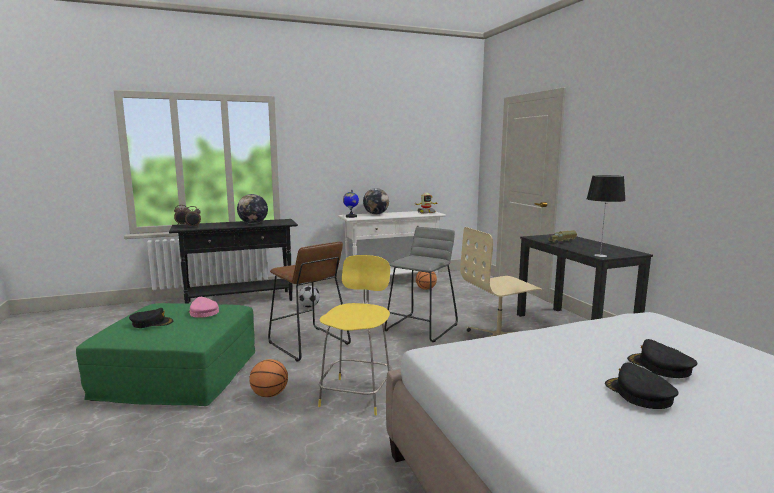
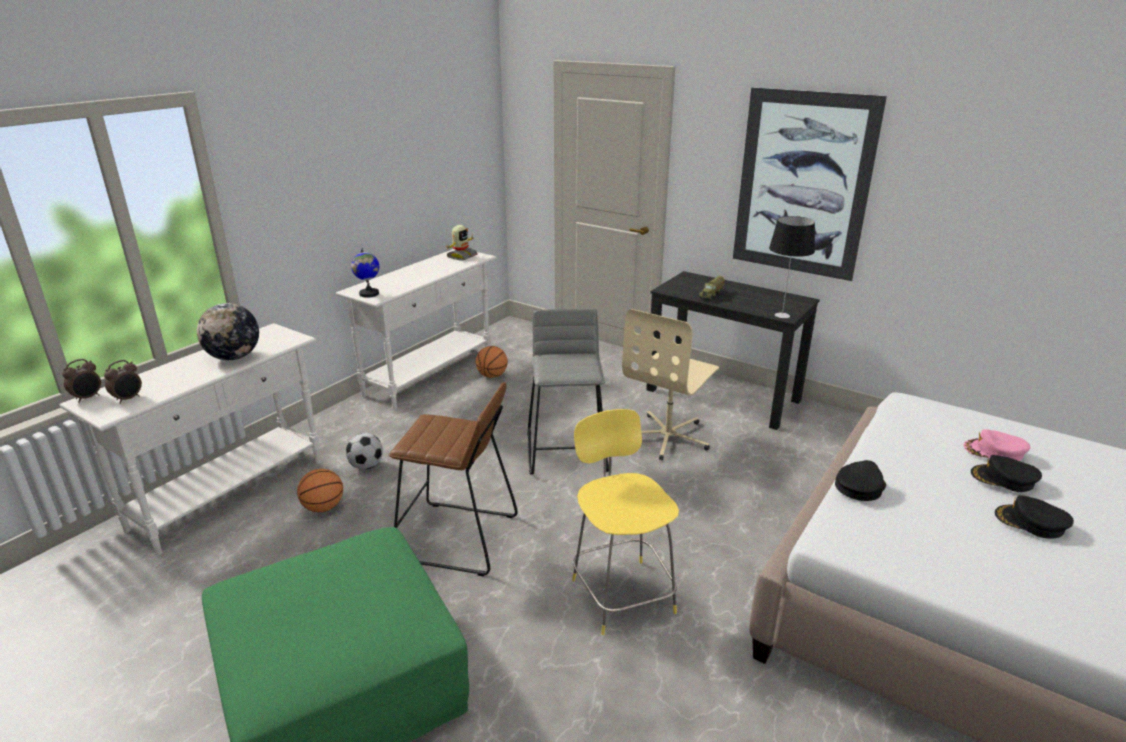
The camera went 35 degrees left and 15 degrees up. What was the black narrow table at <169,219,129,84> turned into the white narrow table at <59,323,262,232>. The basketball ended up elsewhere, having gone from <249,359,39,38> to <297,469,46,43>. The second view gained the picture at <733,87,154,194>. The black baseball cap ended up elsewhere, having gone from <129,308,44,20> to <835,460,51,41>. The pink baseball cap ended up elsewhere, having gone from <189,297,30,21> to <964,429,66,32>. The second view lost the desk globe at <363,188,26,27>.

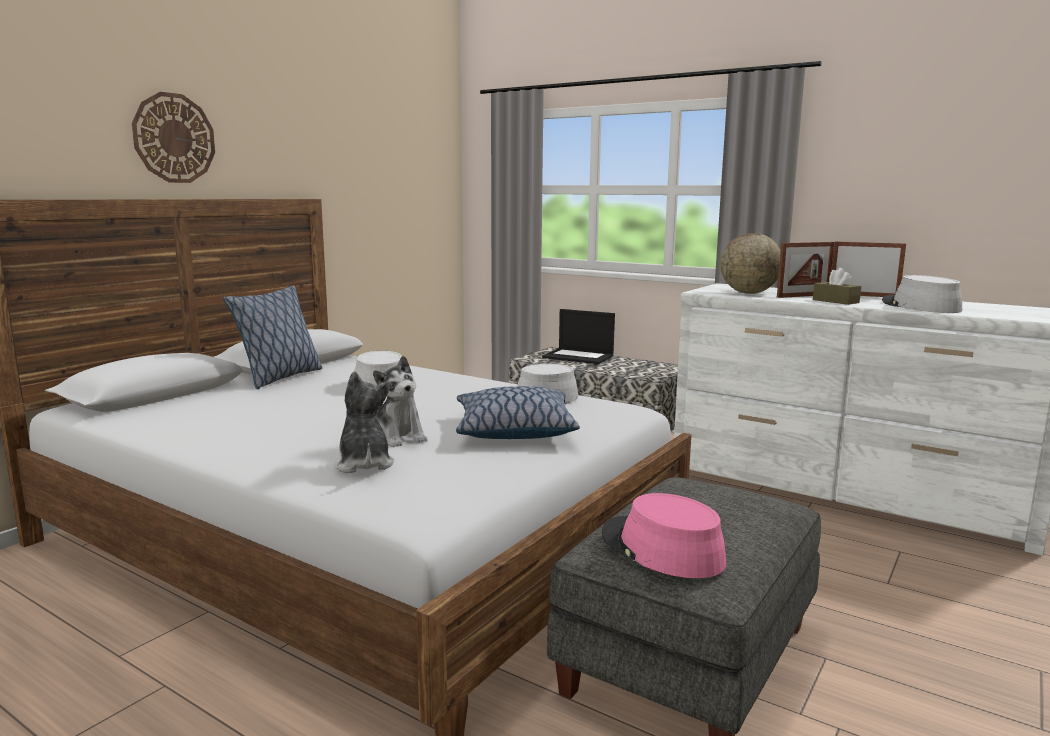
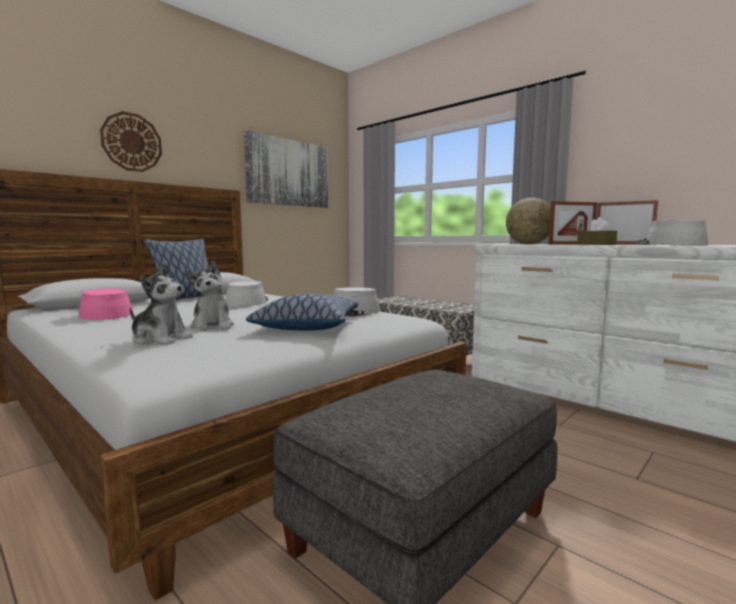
The camera went 10 degrees right and 5 degrees down. The pink clothing hat ended up elsewhere, having gone from <602,493,125,85> to <78,288,55,32>. The plush toy at <334,371,60,102> ended up facing another way, 120 degrees clockwise from before. The second view gained the picture at <244,131,84,77>. The second view lost the notebook computer at <542,309,73,55>.

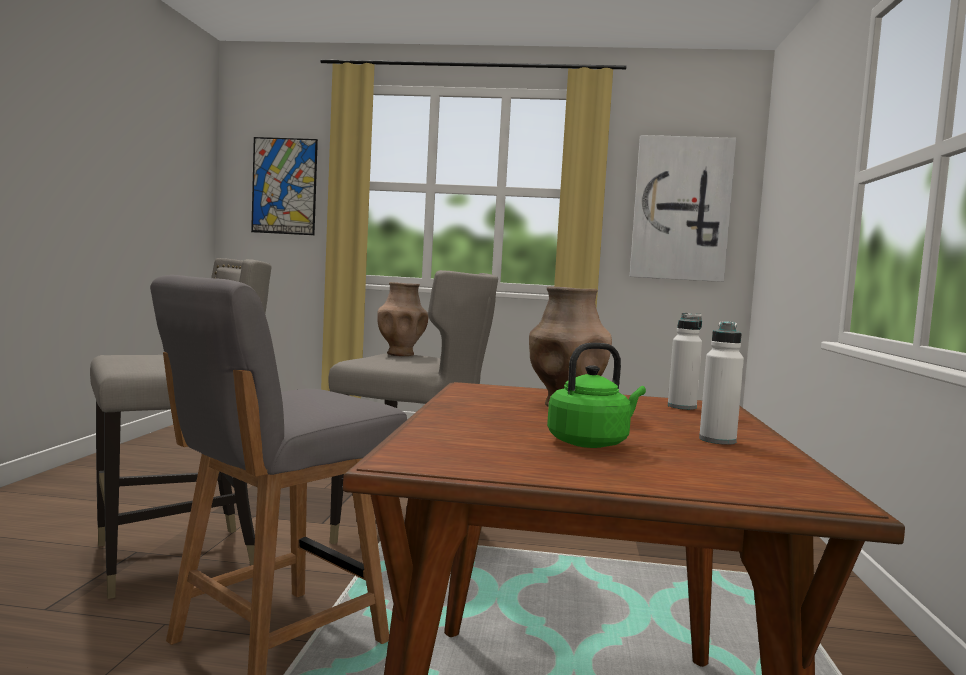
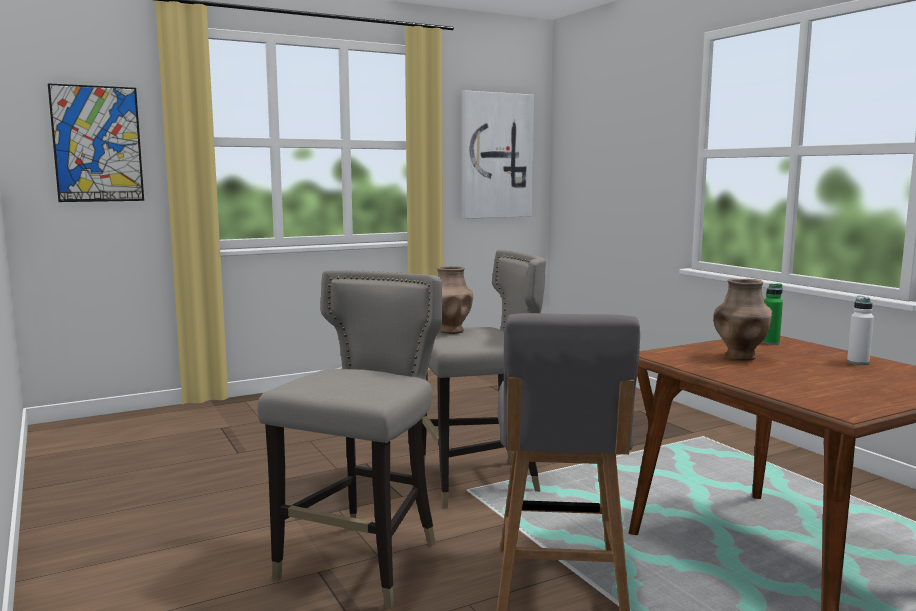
The camera went 35 degrees left and 5 degrees up. What was the white bottle at <668,313,34,97> turned into the green-coloured bottle at <761,283,22,62>. The second view lost the green-coloured water kettle at <547,343,99,105>.

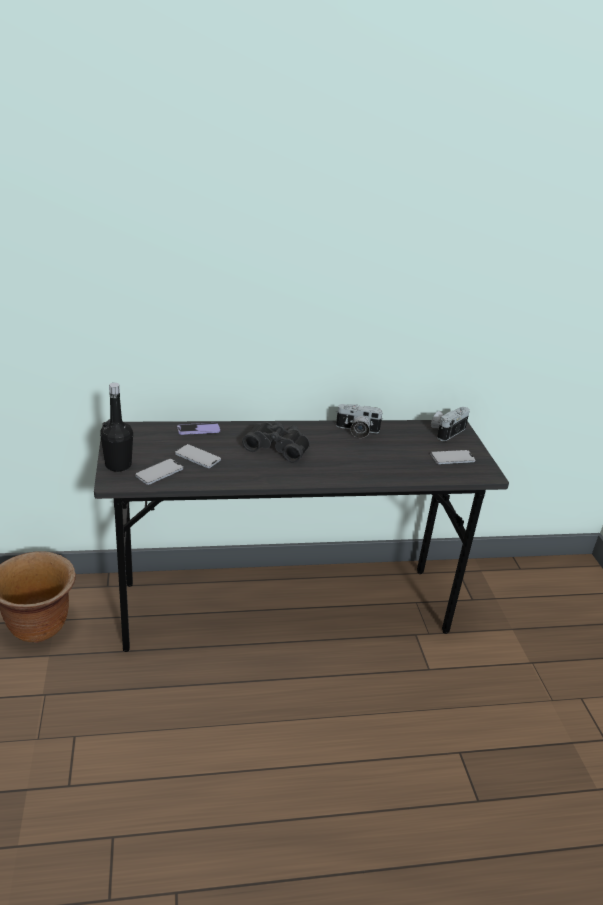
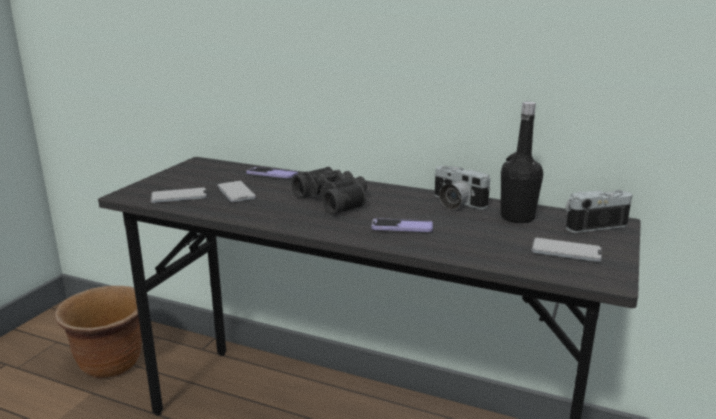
The camera went 35 degrees right and 10 degrees down. The second view gained the handset at <372,218,61,14>. The black bottle ended up elsewhere, having gone from <100,383,33,89> to <501,102,42,121>.

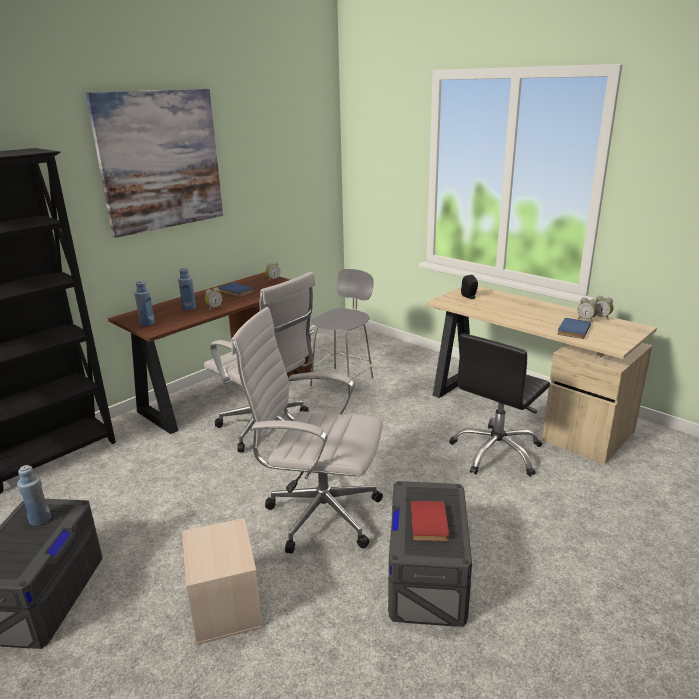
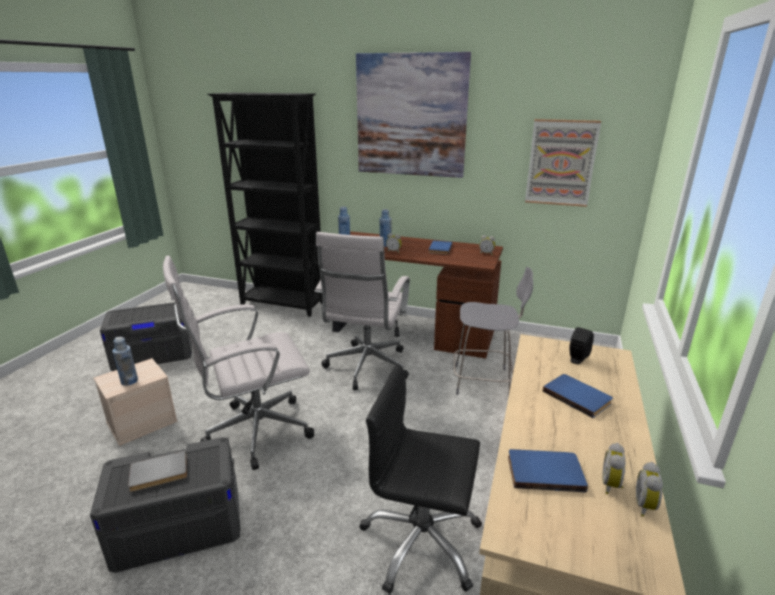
The camera went 65 degrees right and 0 degrees up. The blue bottle ended up elsewhere, having gone from <17,465,34,61> to <112,337,26,49>. What was the reddish volume at <411,501,38,40> turned into the grey volume at <128,451,59,41>. The white computer chair at <231,307,152,247> ended up facing another way, 105 degrees counterclockwise from before. The second view gained the picture at <525,119,76,88>. The second view gained the blue volume at <543,374,70,44>.

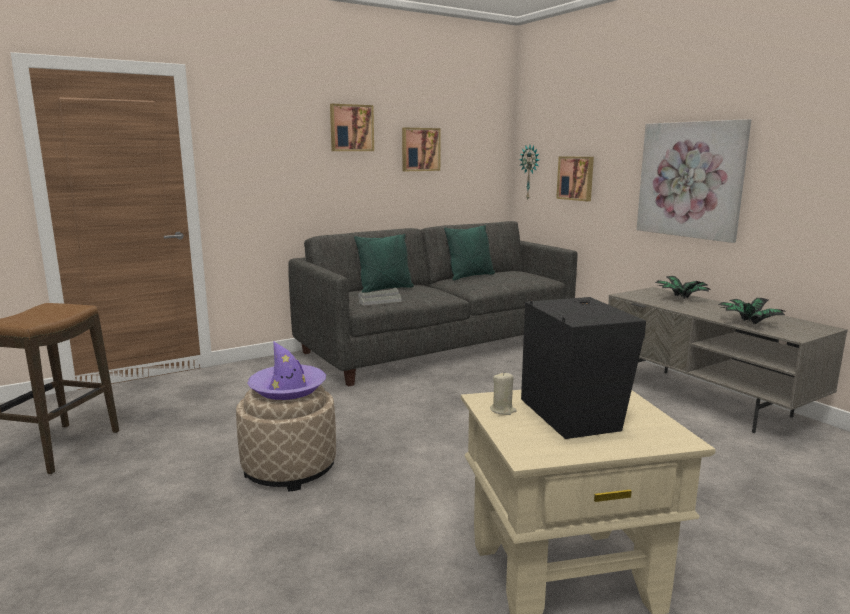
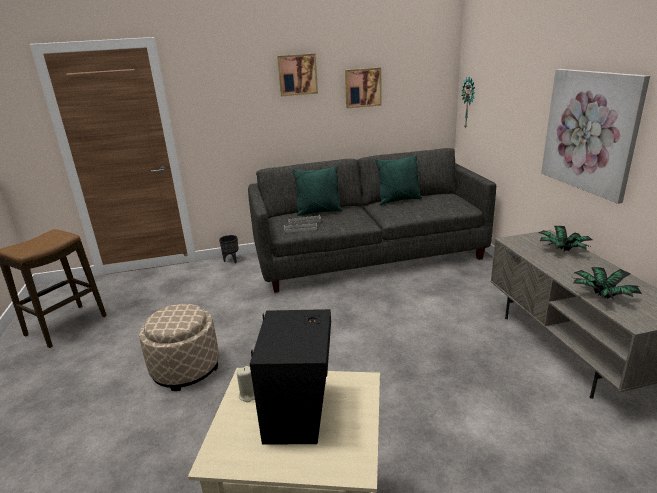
The camera went 20 degrees right and 10 degrees up. The second view gained the black plant pot at <219,235,20,28>. The second view lost the purple clothing hat at <247,341,79,59>. The second view lost the picture at <556,156,38,45>.

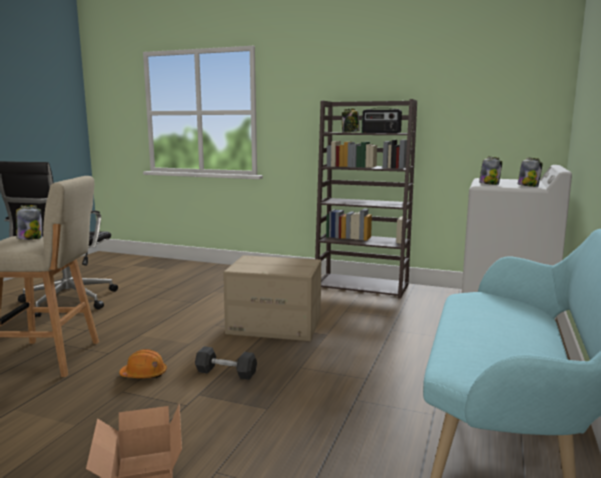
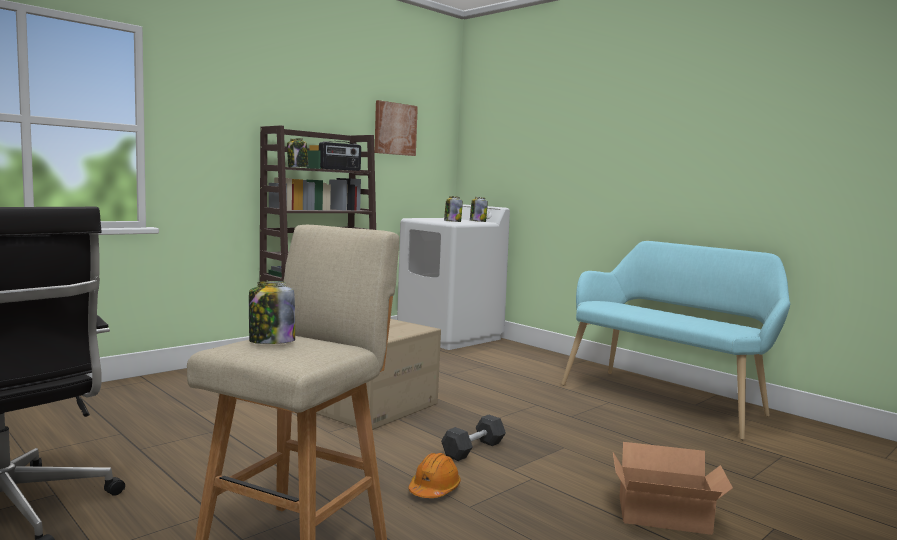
The camera went 65 degrees left and 5 degrees down. The second view gained the picture at <374,100,44,56>.

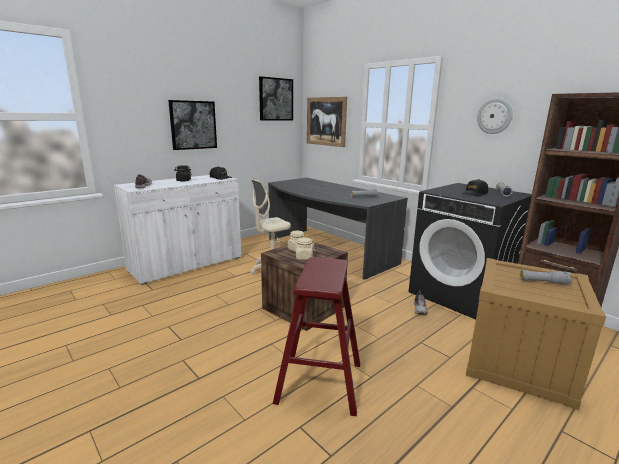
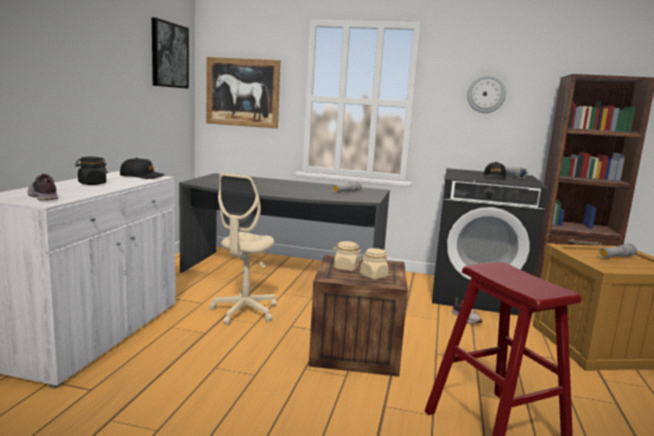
The camera went 35 degrees left and 5 degrees down. The second view lost the picture at <168,100,49,50>.

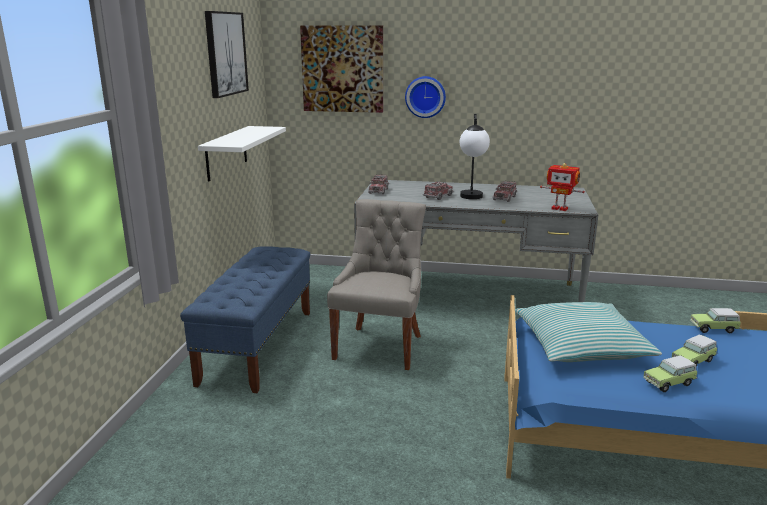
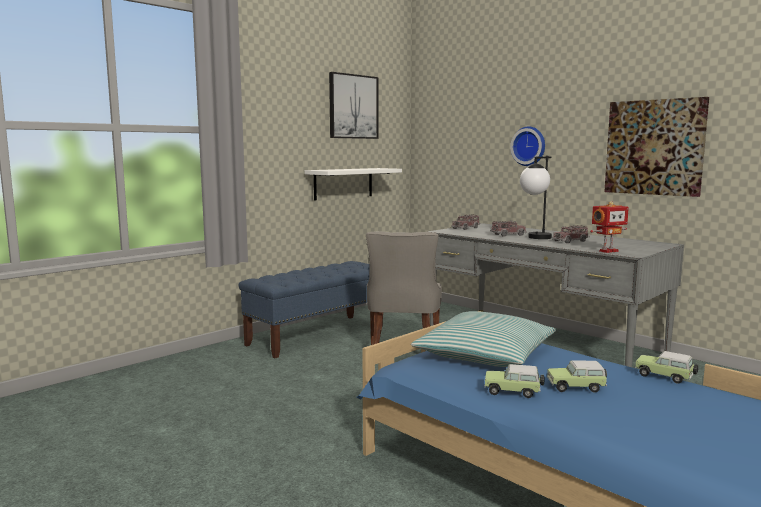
The camera went 35 degrees right and 10 degrees down. The grey plain chair at <327,199,99,171> ended up facing another way, 135 degrees clockwise from before. The toy robot at <540,163,45,48> ended up facing another way, 90 degrees counterclockwise from before. The picture ended up elsewhere, having gone from <300,25,83,88> to <604,97,105,100>.

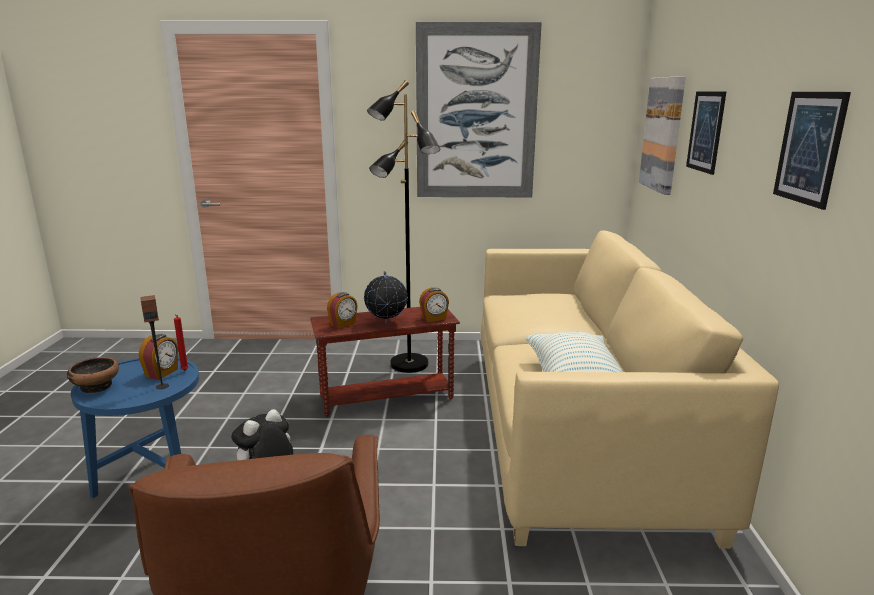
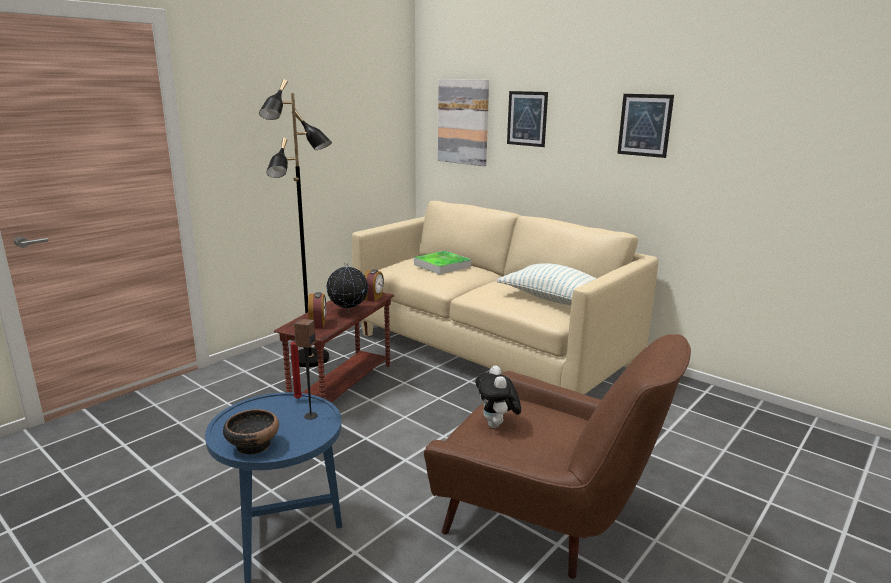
The camera went 50 degrees left and 0 degrees up. The second view gained the serving tray at <414,251,57,24>. The second view lost the table clock at <139,334,39,46>. The second view lost the picture at <416,22,126,175>.

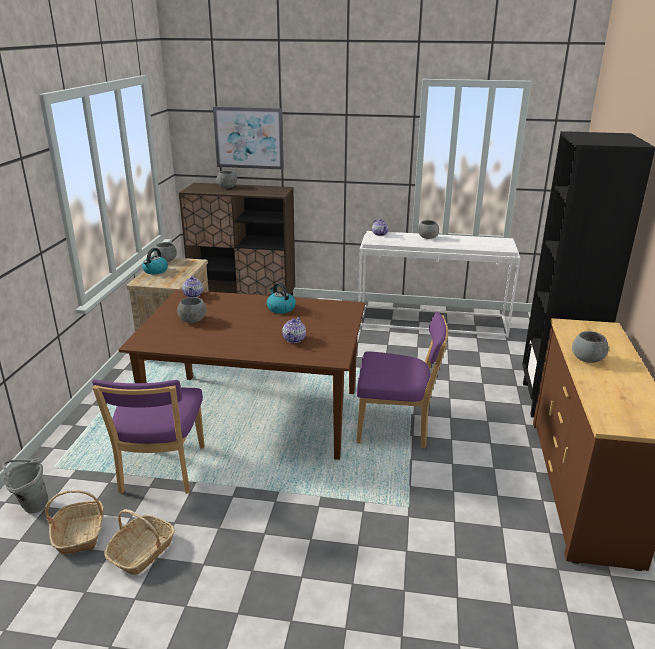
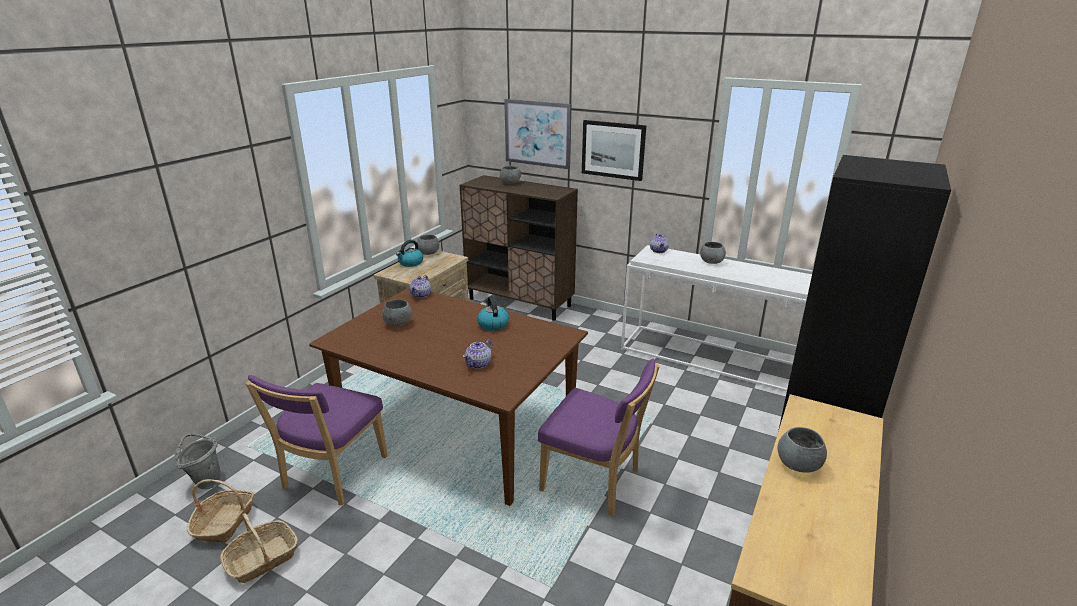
The camera went 20 degrees right and 0 degrees up. The second view gained the picture at <582,120,64,61>.

